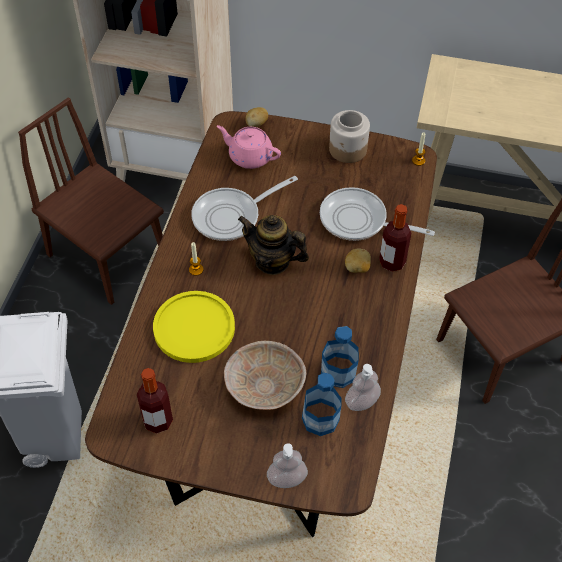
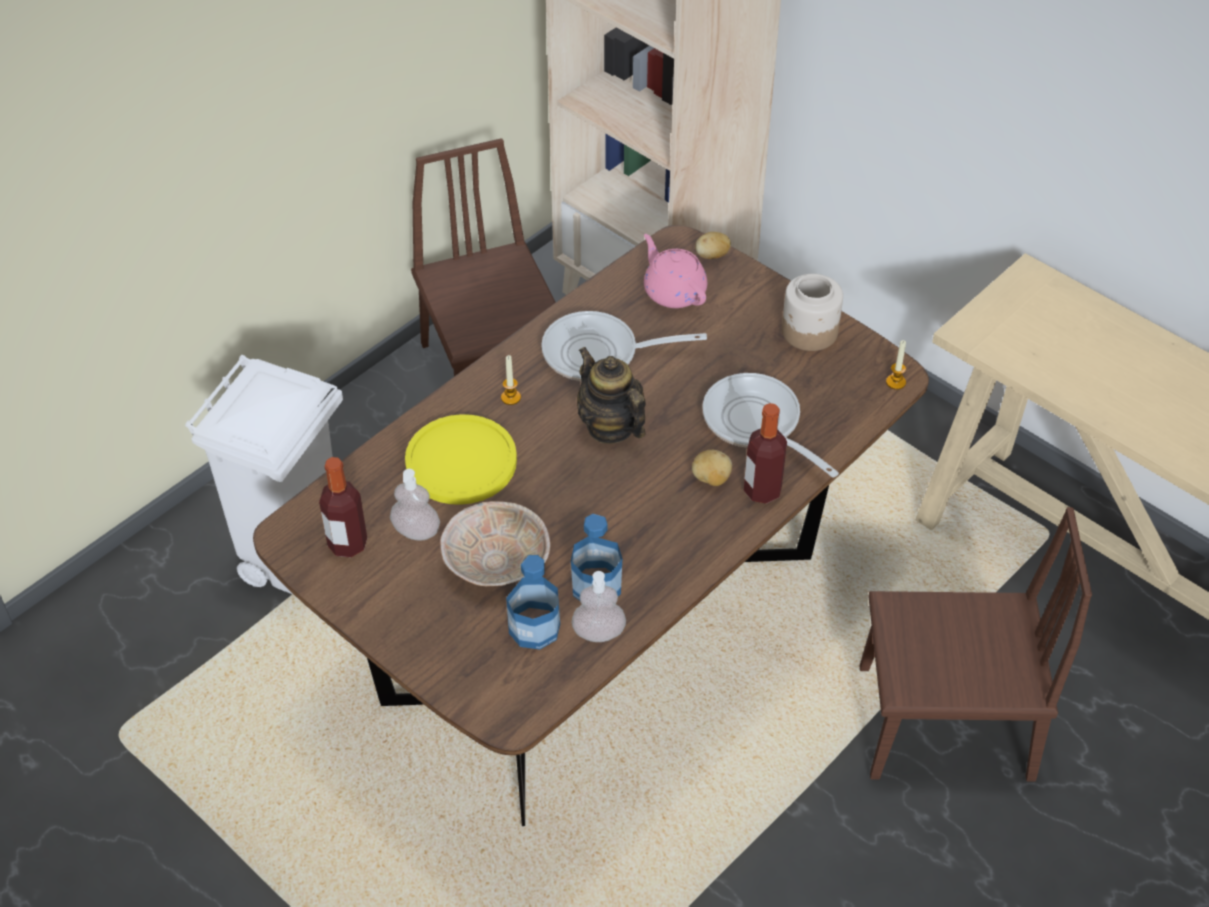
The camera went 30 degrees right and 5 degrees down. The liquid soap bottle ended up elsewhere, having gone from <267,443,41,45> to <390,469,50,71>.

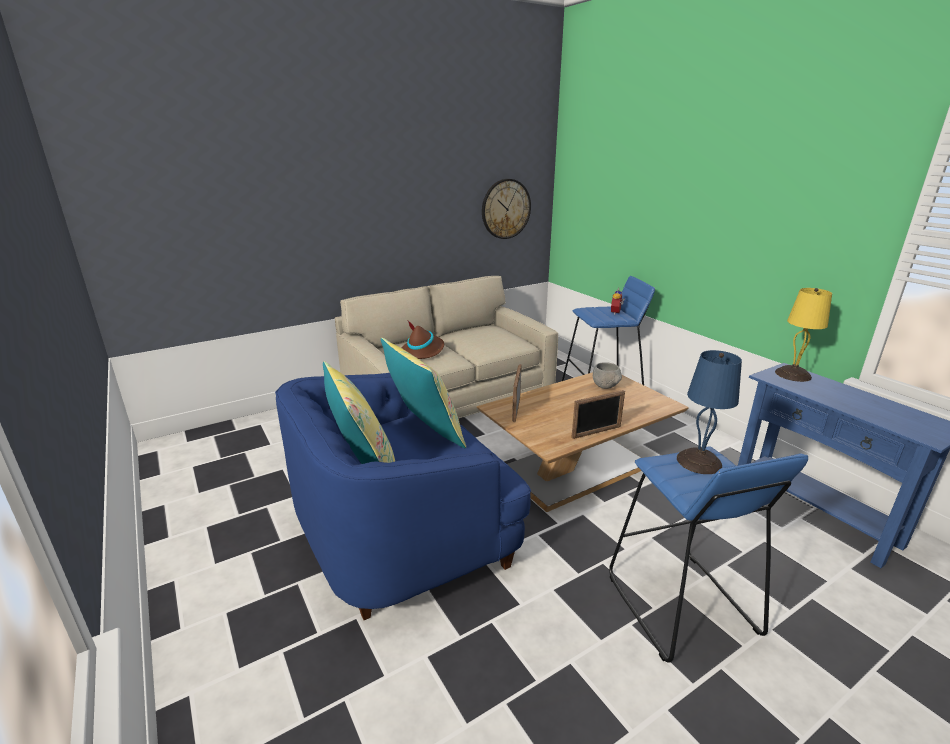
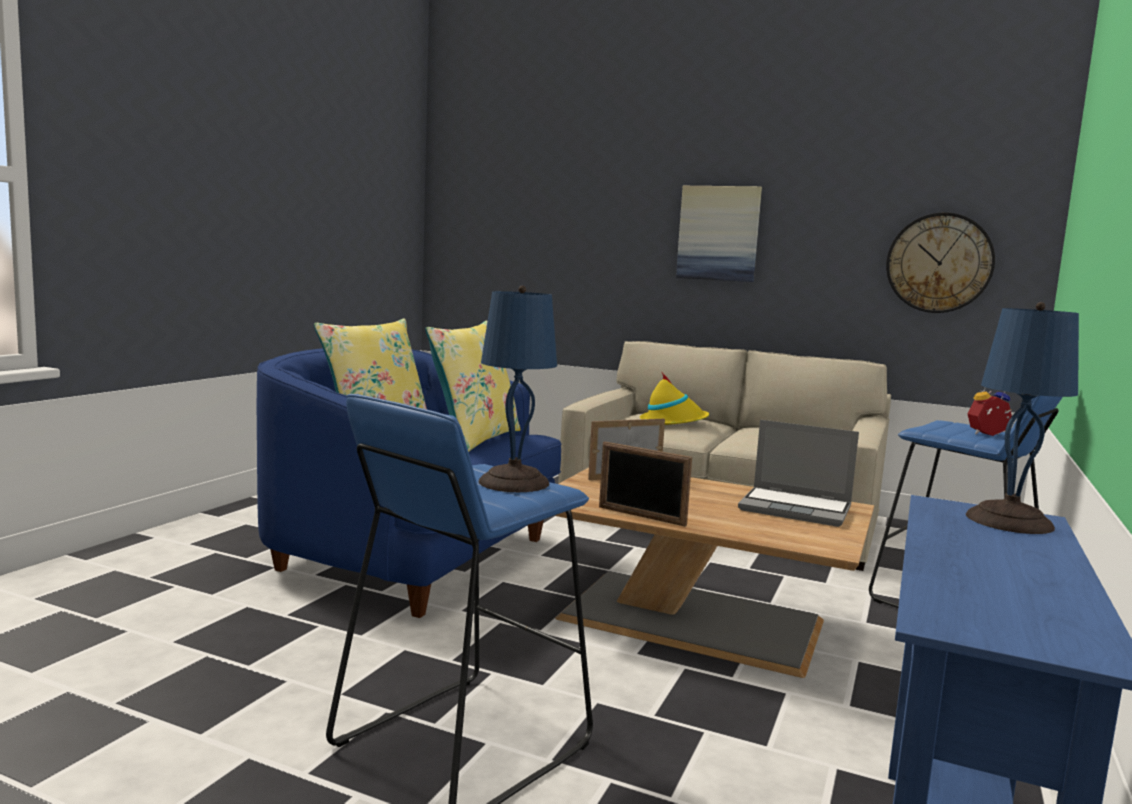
The camera went 55 degrees right and 15 degrees down. What was the brown-coloured clothing hat at <401,320,43,39> turned into the yellow clothing hat at <640,371,69,54>. The second view gained the picture at <676,186,86,96>. Where the grey deep dish stood at <593,362,29,27>, the notebook computer came to stand at <738,420,121,107>. What was the yellow table lamp at <775,288,57,94> turned into the blue table lamp at <966,302,113,232>.

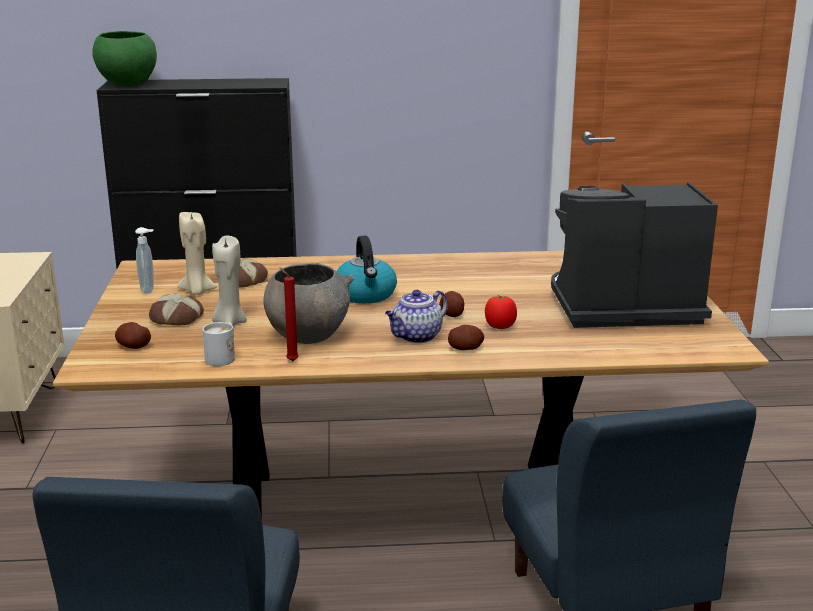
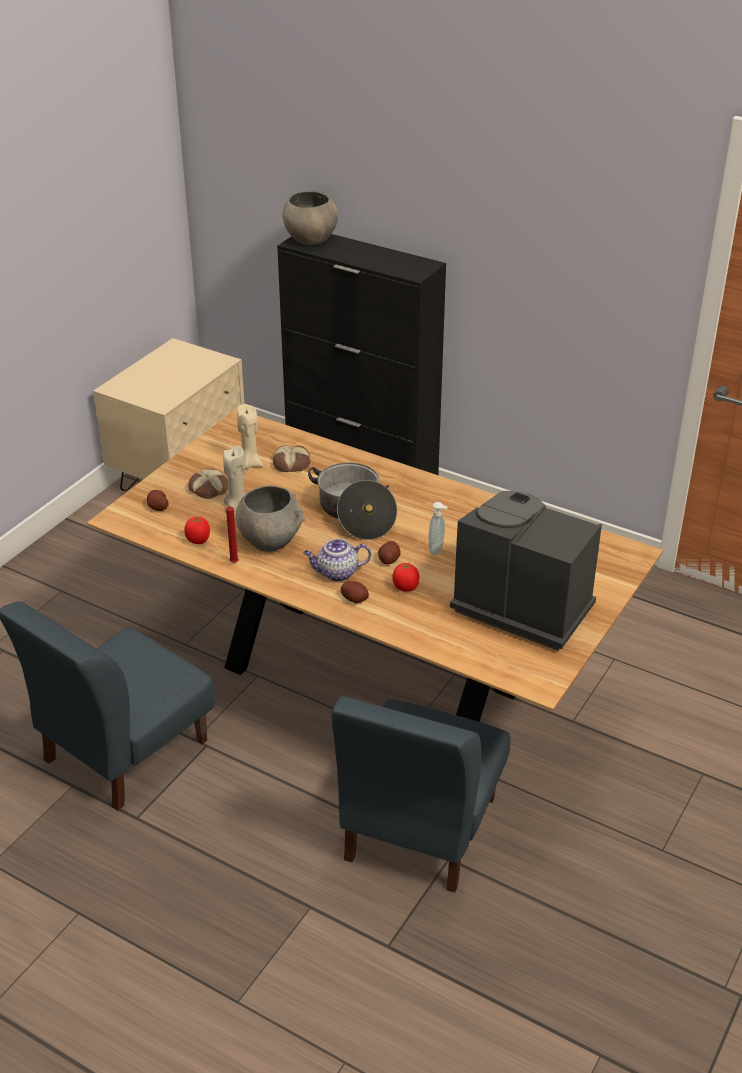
The camera went 35 degrees right and 15 degrees up. Where the white coffee mug stood at <202,322,33,44>, the whole tomato came to stand at <184,517,26,27>. What was the green-coloured deep dish at <92,31,65,55> turned into the grey deep dish at <282,190,56,55>. Where the water kettle stood at <337,236,60,68>, the stockpot came to stand at <308,462,89,78>. The liquid soap bottle ended up elsewhere, having gone from <135,227,19,67> to <428,502,20,53>.

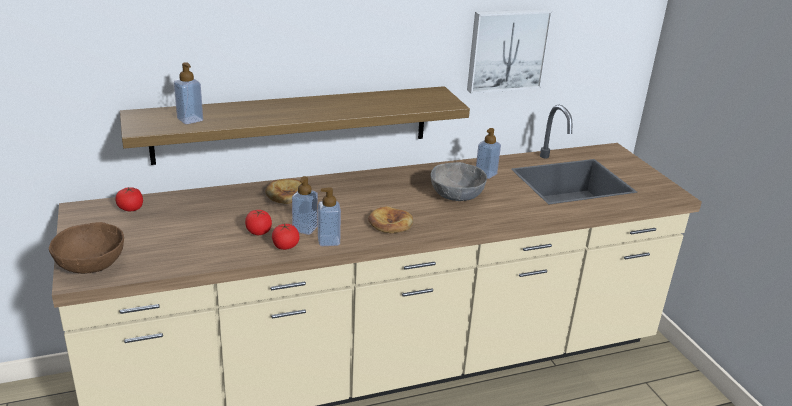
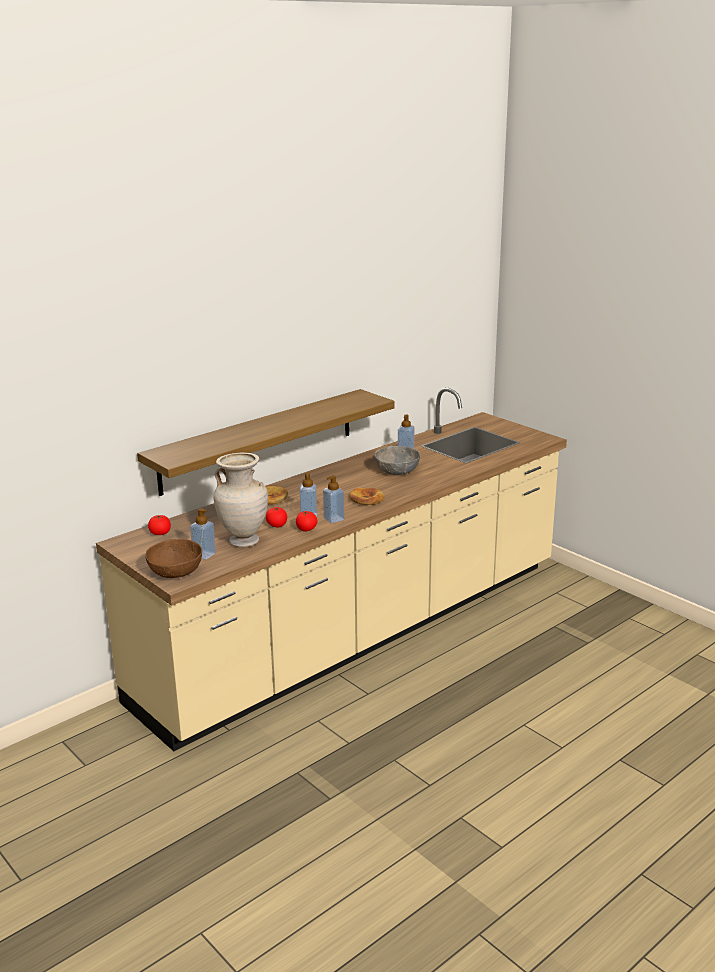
The camera went 20 degrees left and 5 degrees down. The liquid soap bottle ended up elsewhere, having gone from <174,62,29,62> to <190,508,26,52>. The second view gained the sand-coloured decorative vase at <213,452,55,95>. The second view lost the picture at <467,9,85,85>.

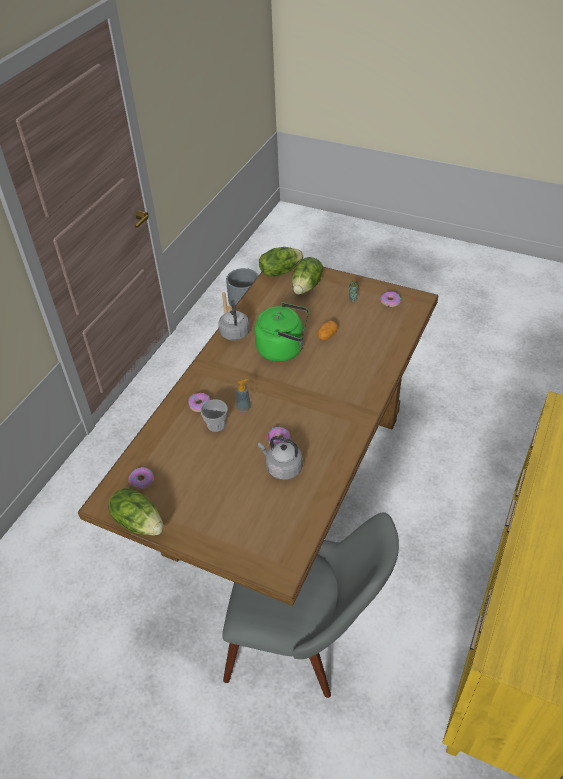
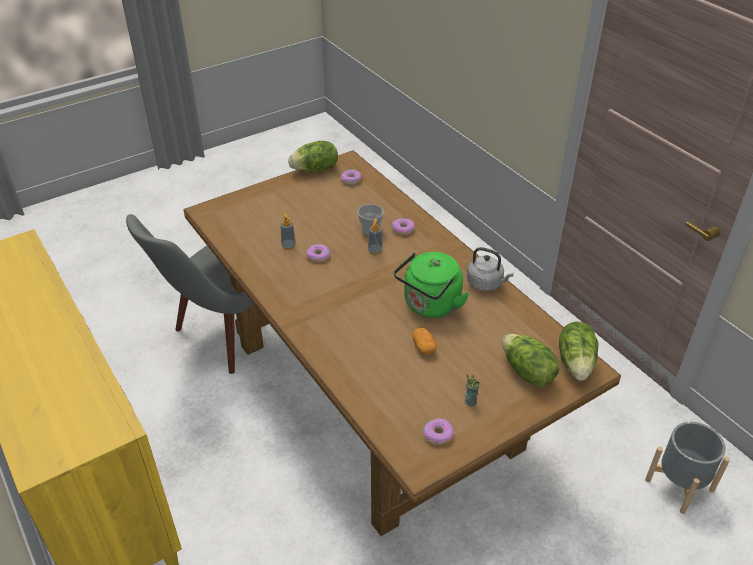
The camera went 120 degrees right and 5 degrees down. Where the grey water kettle stood at <258,436,45,44>, the liquid soap bottle came to stand at <281,214,15,36>.

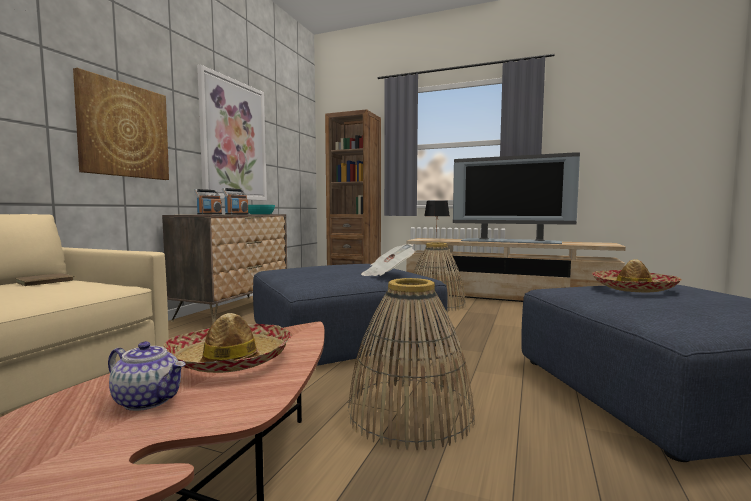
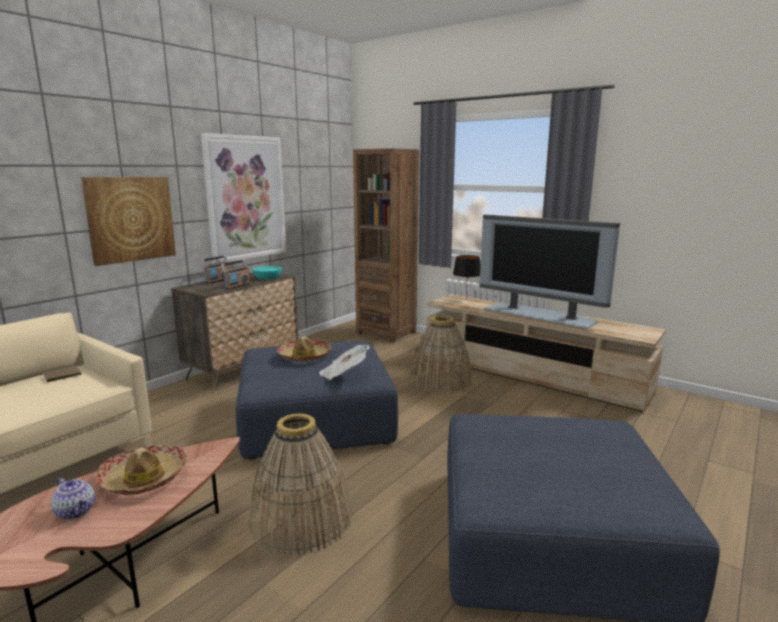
The camera went 15 degrees right and 10 degrees up. The clothing hat ended up elsewhere, having gone from <592,259,90,34> to <277,336,55,26>.

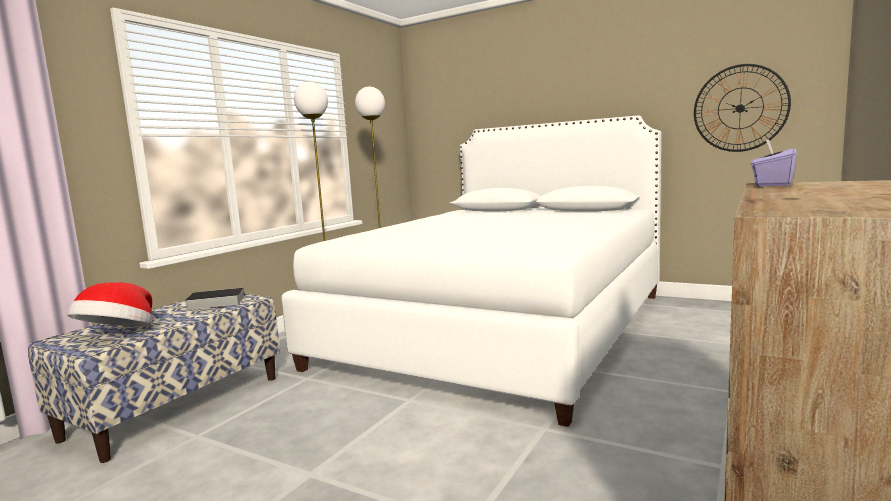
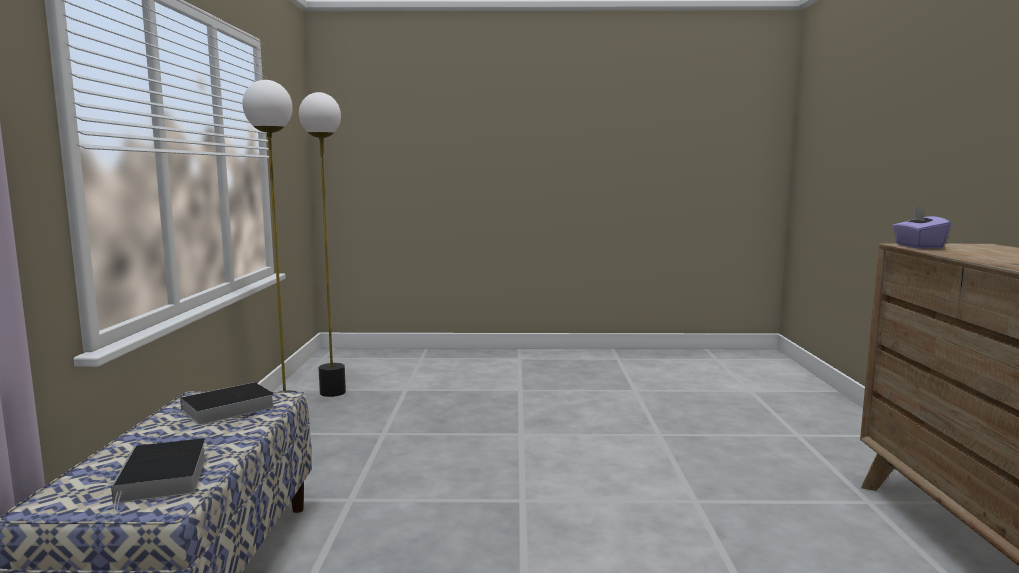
The camera went 30 degrees left and 0 degrees up. Where the clothing hat stood at <68,283,85,43>, the volume came to stand at <111,438,95,74>. The second view lost the white bed at <281,115,380,312>. The second view lost the hanging clock at <694,64,97,88>.

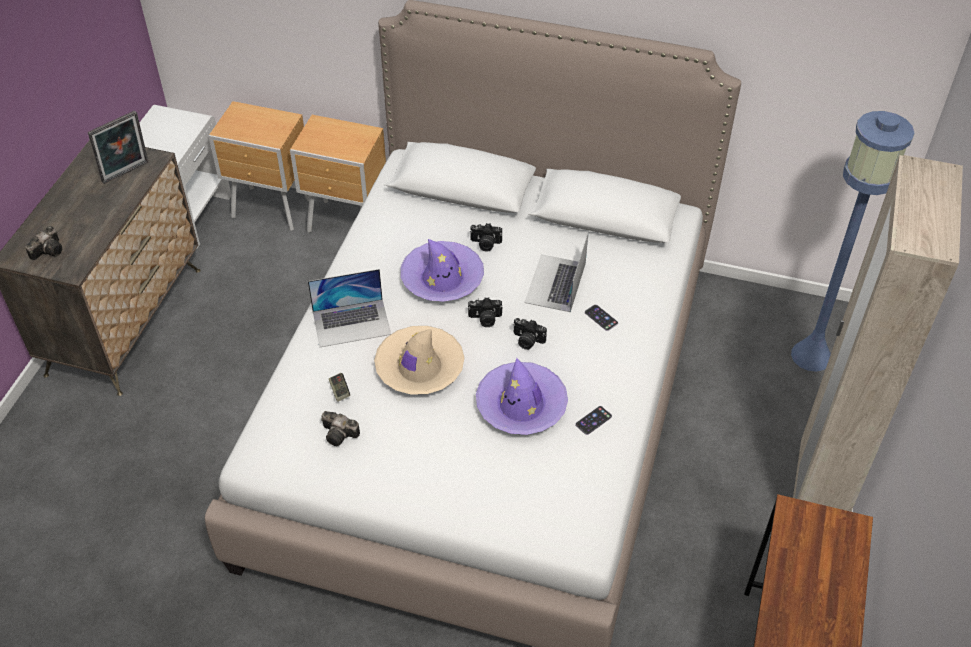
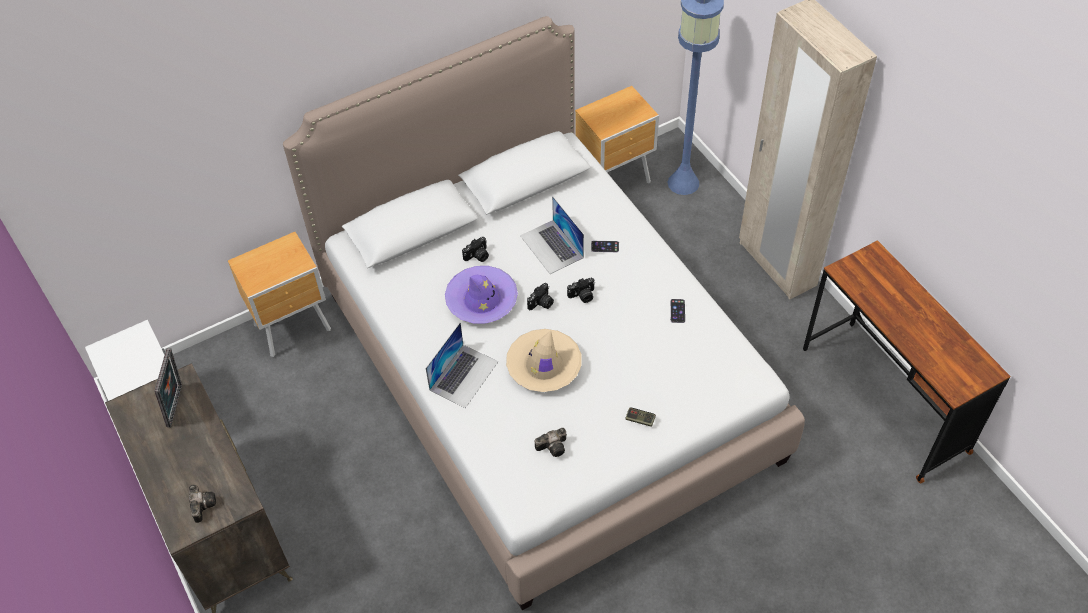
The camera went 45 degrees left and 5 degrees up. The brown-coloured bedside table ended up elsewhere, having gone from <209,101,101,130> to <575,86,84,97>. The gamepad ended up elsewhere, having gone from <329,373,21,29> to <625,407,31,20>. The second view lost the purple clothing hat at <476,358,92,77>.

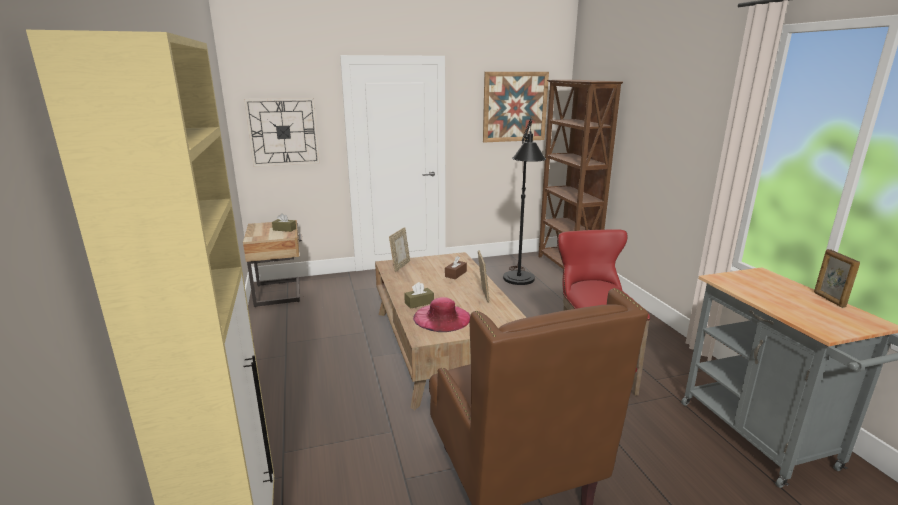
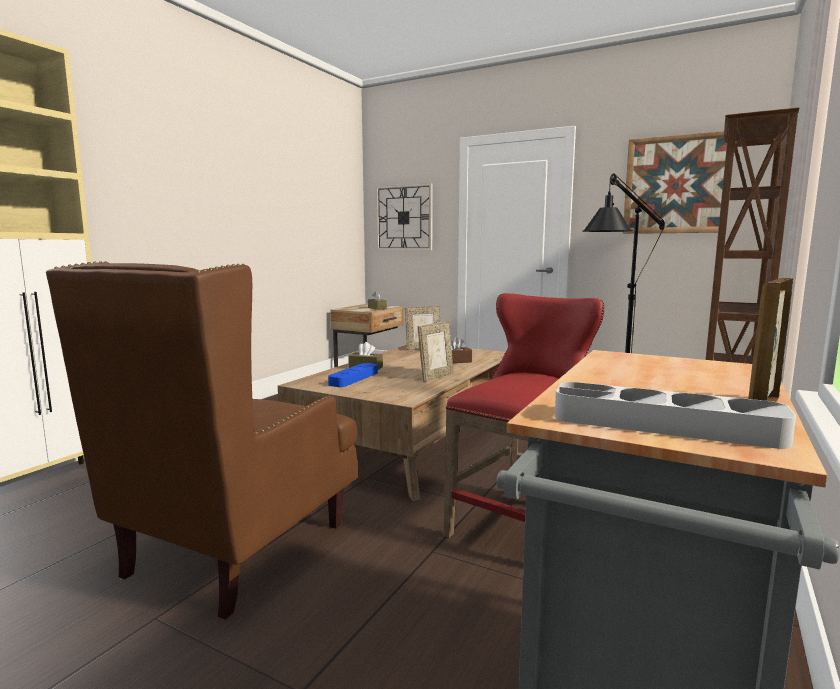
The camera went 45 degrees right and 10 degrees down. Where the pink clothing hat stood at <413,297,57,35>, the blue serving tray came to stand at <328,363,50,24>. The second view gained the grey serving tray at <555,382,241,67>.

